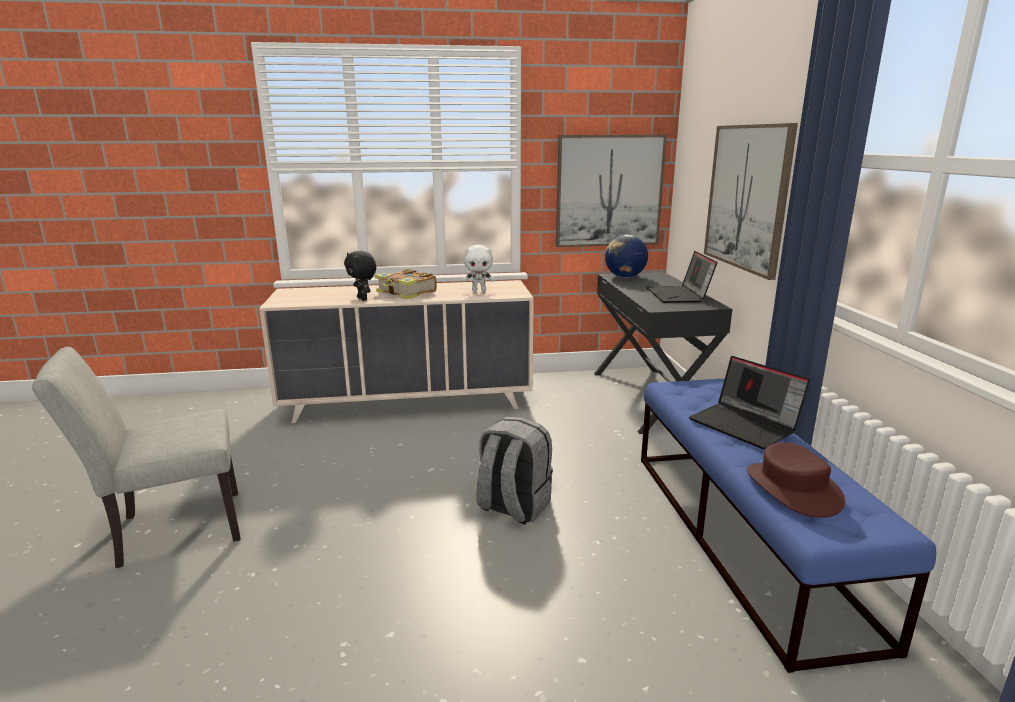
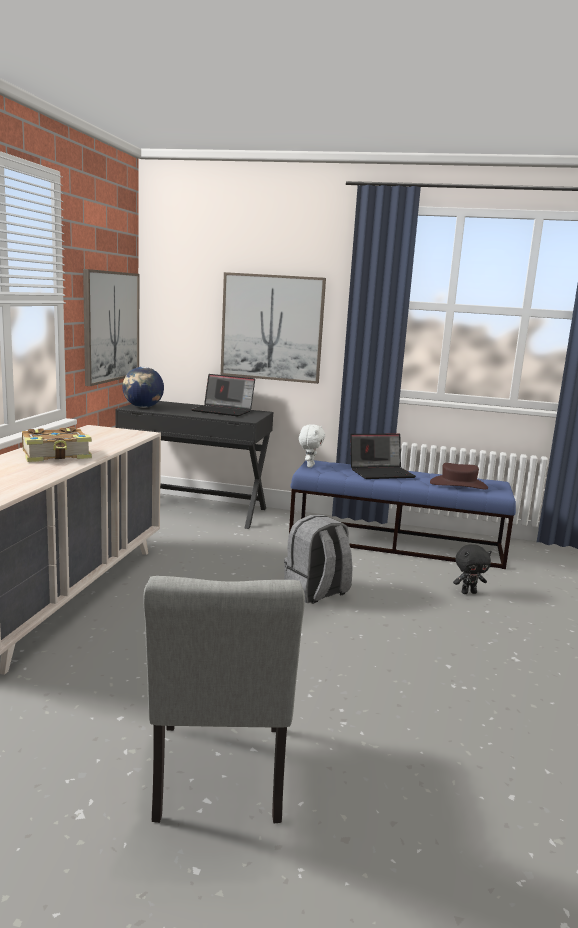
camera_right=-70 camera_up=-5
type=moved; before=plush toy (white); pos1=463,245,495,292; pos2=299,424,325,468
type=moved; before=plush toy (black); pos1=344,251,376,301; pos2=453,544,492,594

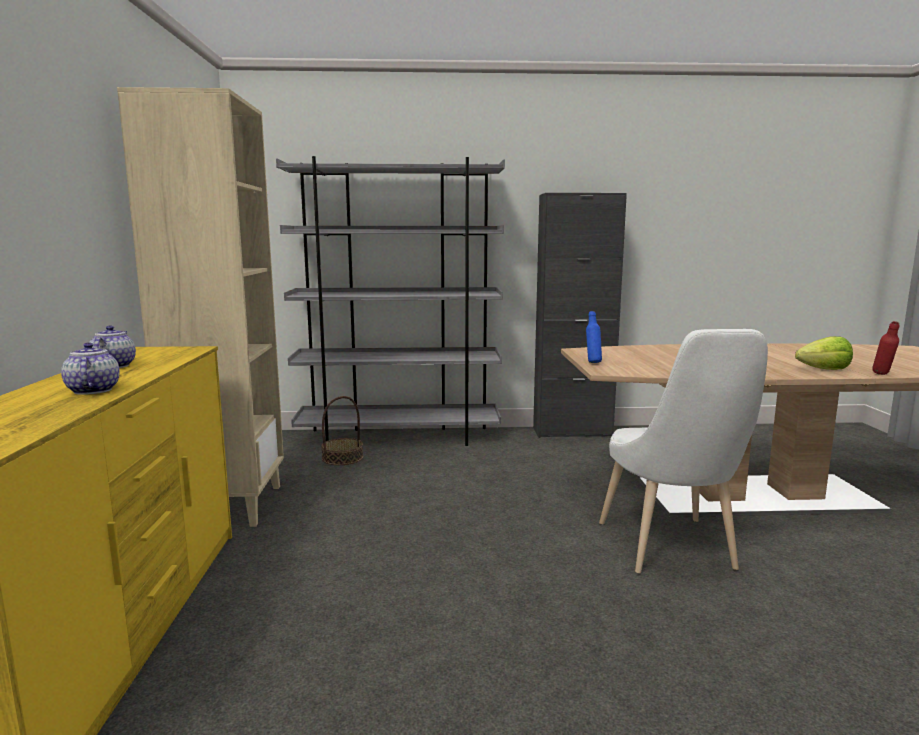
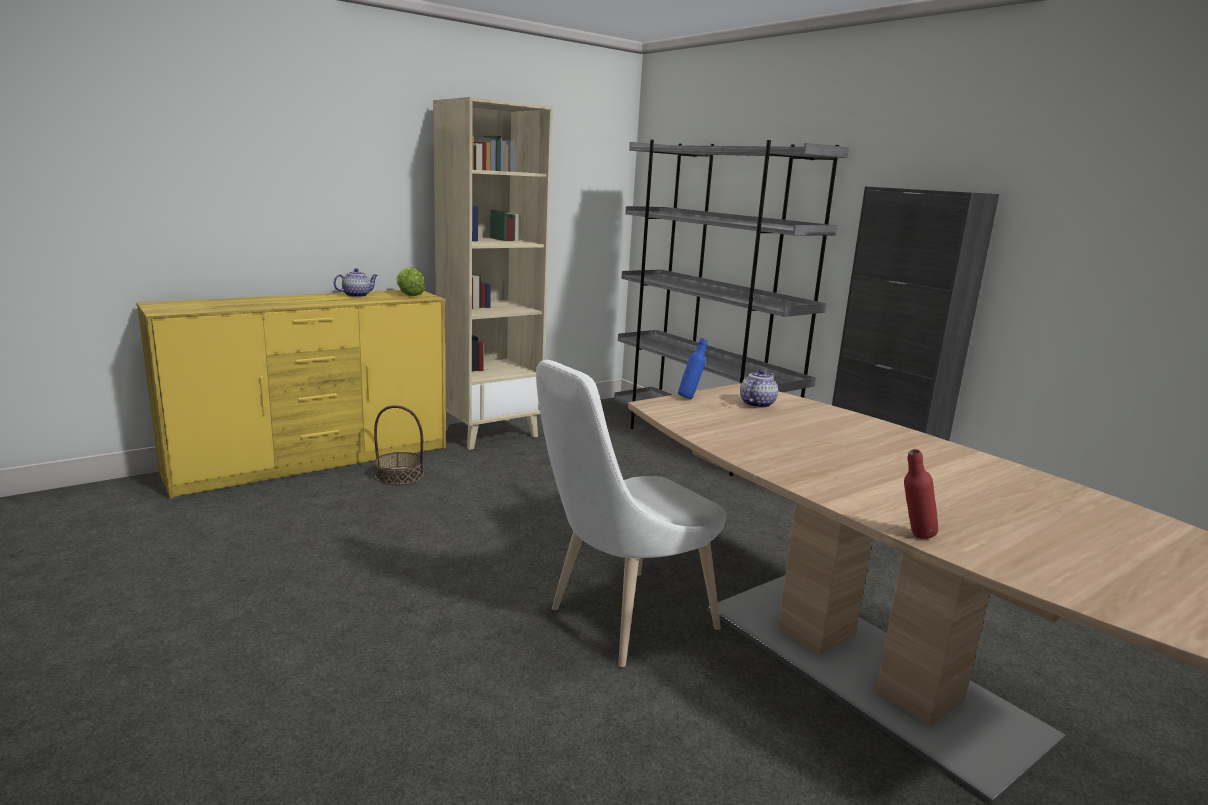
camera_right=55 camera_up=5
type=moved; before=basket; pos1=321,396,363,465; pos2=374,405,424,485
type=moved; before=lettuce; pos1=795,336,853,370; pos2=396,267,425,296
type=moved; before=teapot; pos1=61,343,120,395; pos2=740,369,778,408

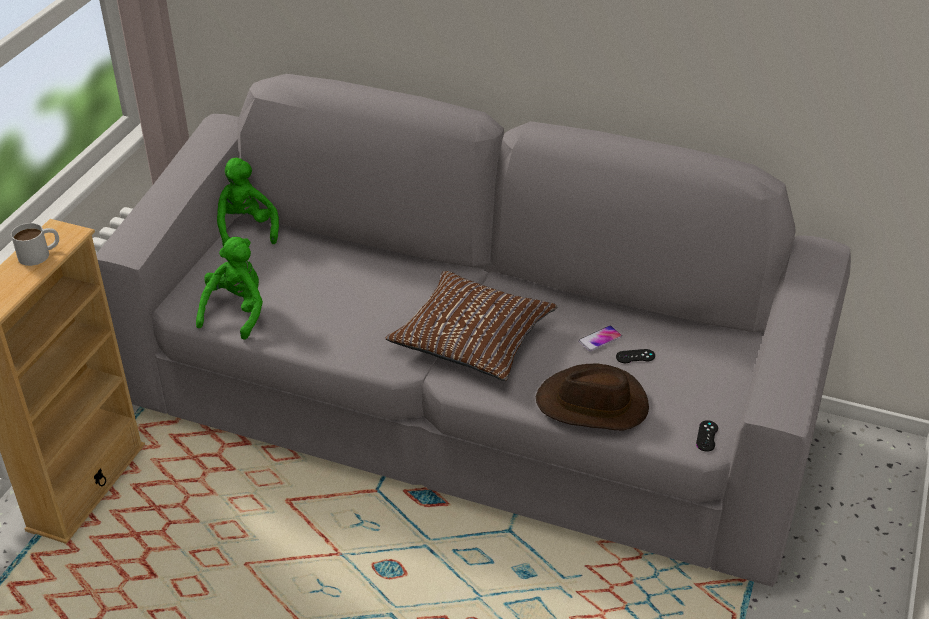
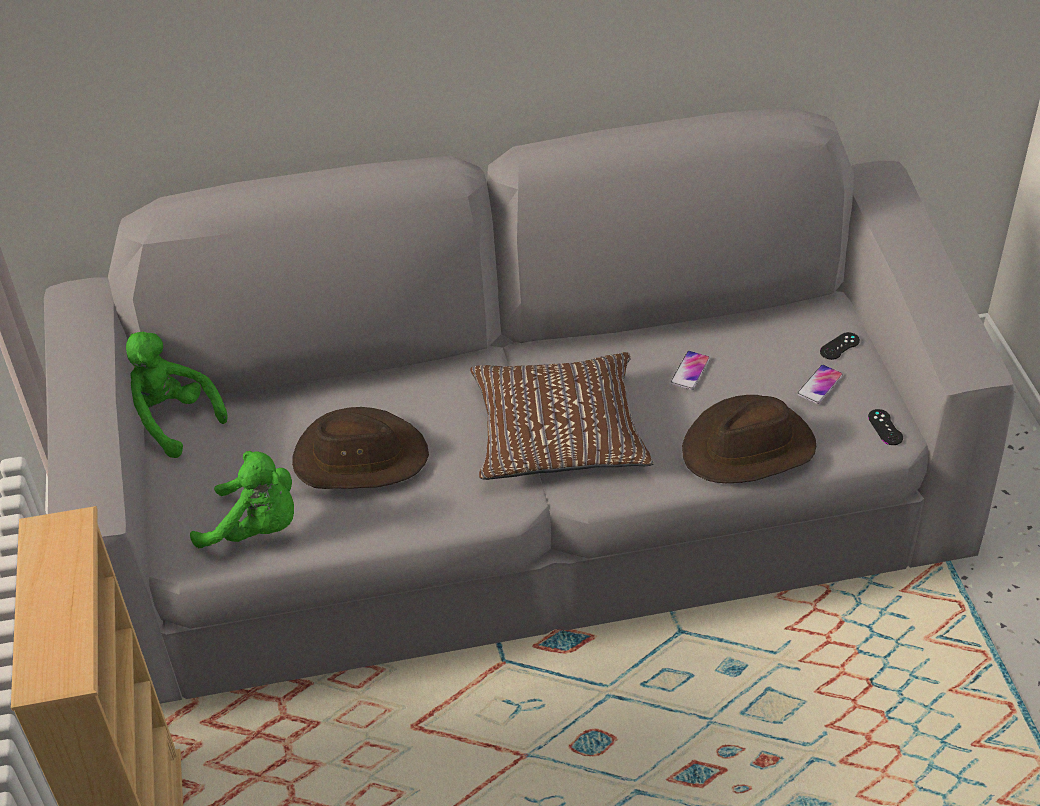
camera_right=-30 camera_up=5
type=turned; before=plush toy (green); pos1=196,237,263,340; pos2=190,451,294,548; turn=120
type=added; after=hat (brown); pos2=292,407,429,489
type=added; after=phone; pos2=797,365,843,404
type=moved; before=game controller (black); pos1=616,349,655,363; pos2=820,332,860,360
type=removed; before=mug (white); pos1=11,223,59,266

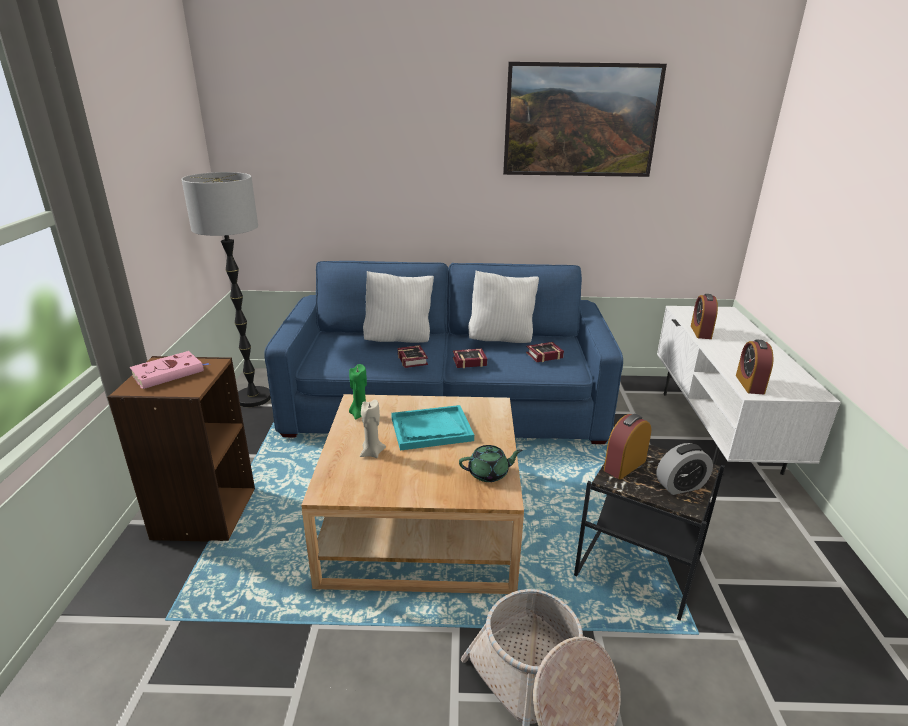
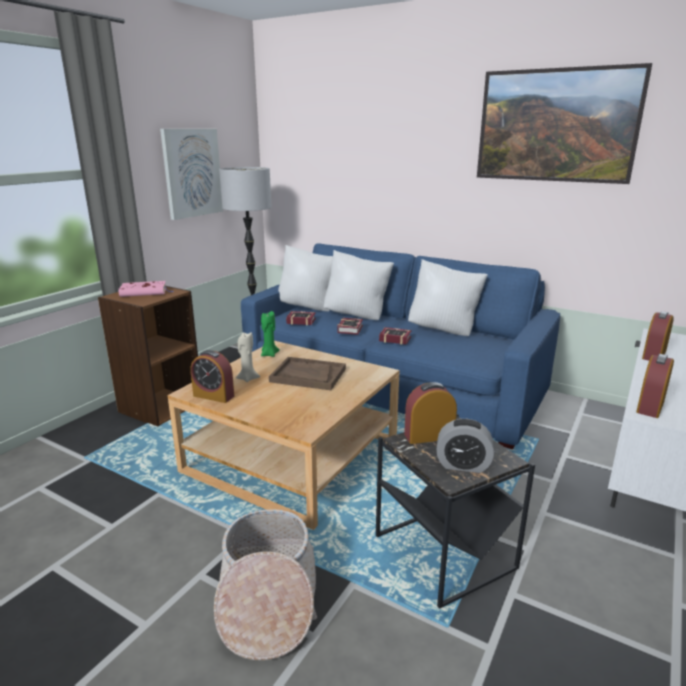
camera_right=30 camera_up=-5
type=added; after=picture; pos2=160,129,223,220
type=added; after=alarm clock; pos2=191,350,234,403
type=recoloured; before=tray (turquoise); after=tray (brown); pos1=391,405,474,451; pos2=269,357,346,390
type=added; after=pillow (white); pos2=278,245,333,312
type=moved; before=book; pos1=526,342,564,362; pos2=286,311,316,325
type=removed; before=teapot (green); pos1=459,445,523,482

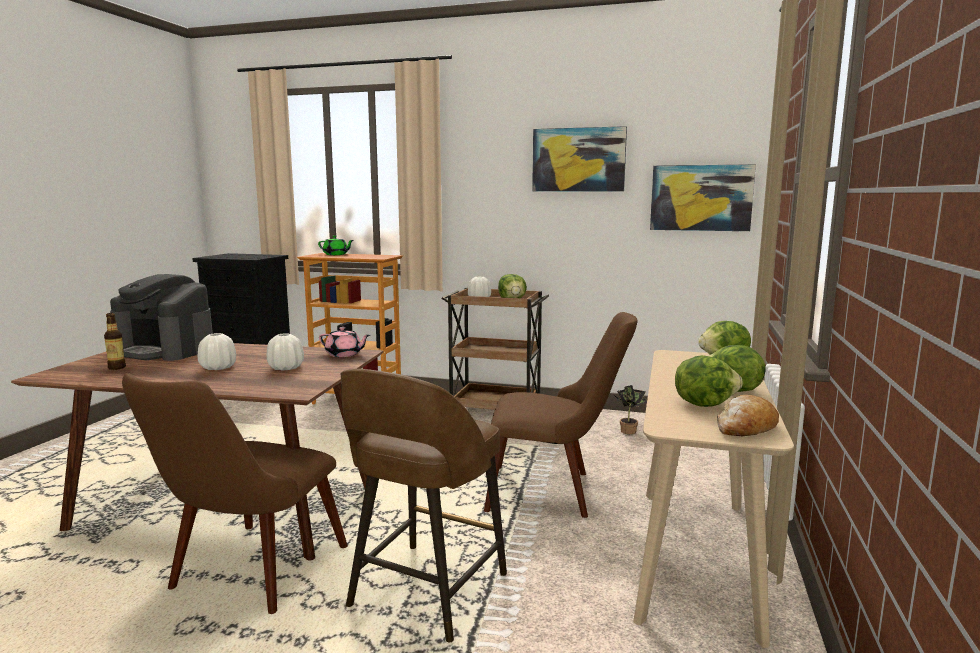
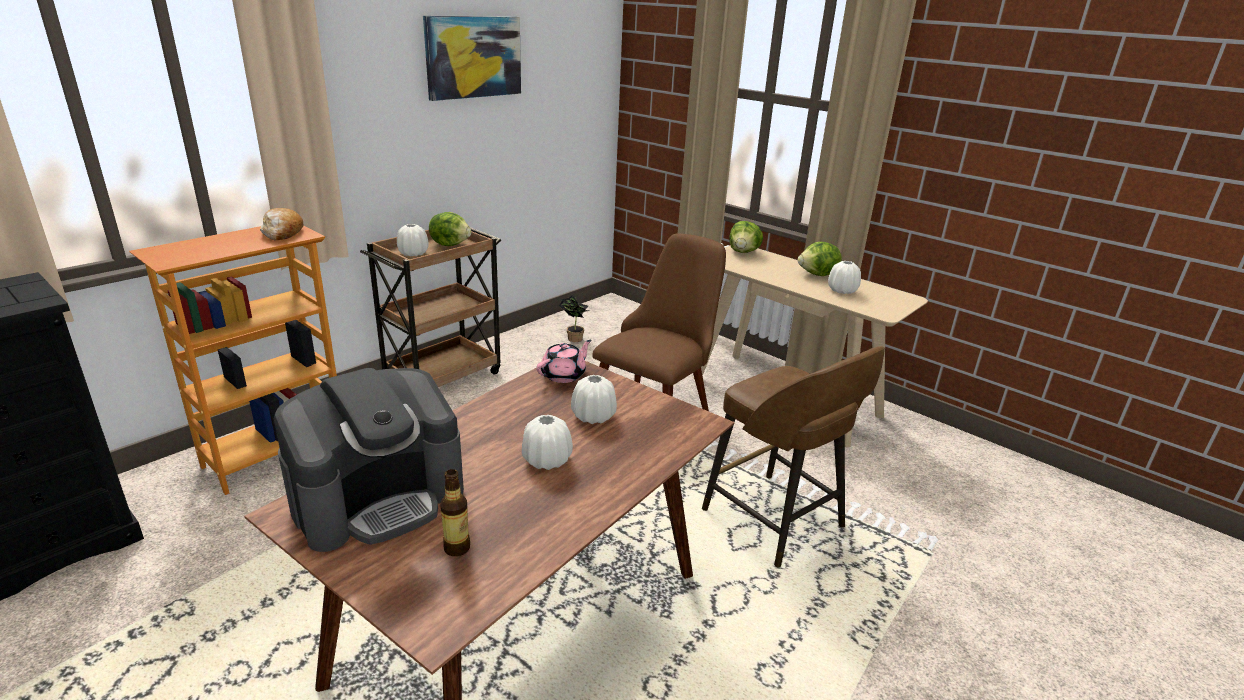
camera_right=-65 camera_up=15
type=moved; before=bread; pos1=717,395,779,436; pos2=260,208,303,241
type=replaced; before=lettuce; after=vase (white); pos1=675,355,743,407; pos2=828,261,861,294
type=removed; before=chair (brown); pos1=122,373,348,614
type=removed; before=teapot (green); pos1=318,235,353,255
type=removed; before=picture; pos1=650,164,756,231

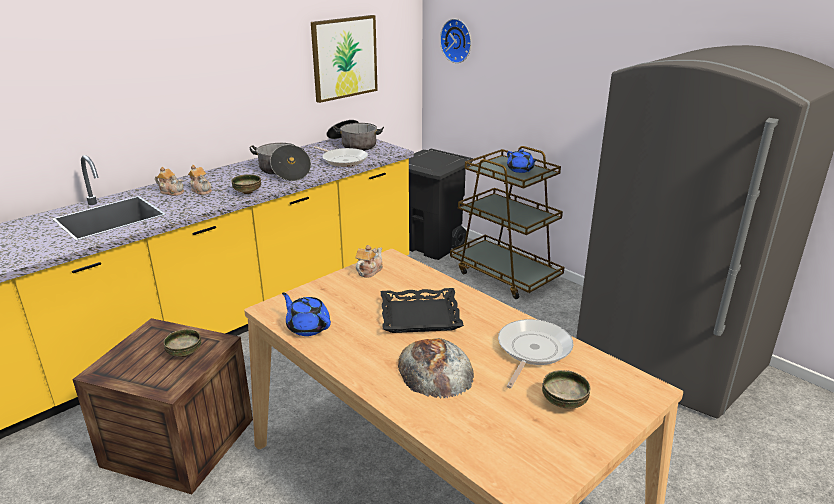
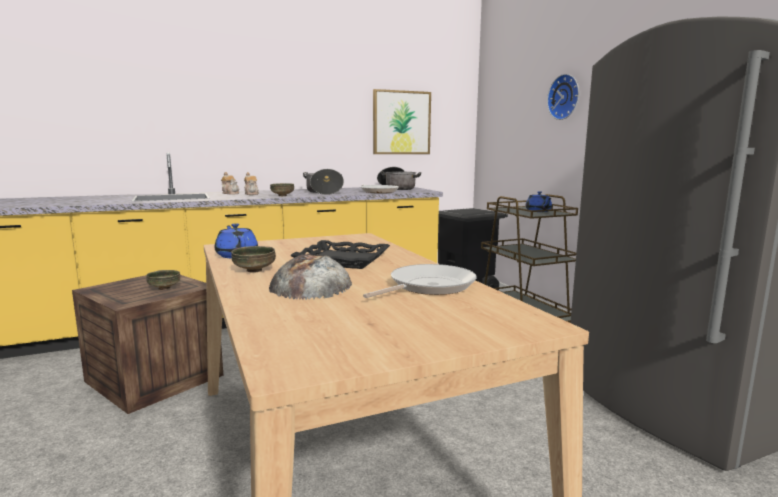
camera_right=20 camera_up=-15
type=moved; before=bowl; pos1=542,370,591,409; pos2=231,246,276,273
type=moved; before=wall clock; pos1=440,19,471,63; pos2=547,74,579,120
type=removed; before=teapot; pos1=356,245,383,278

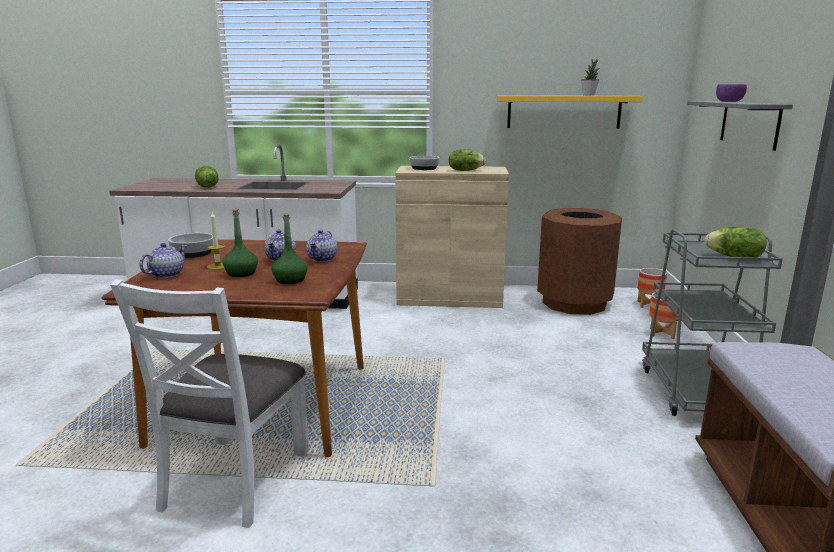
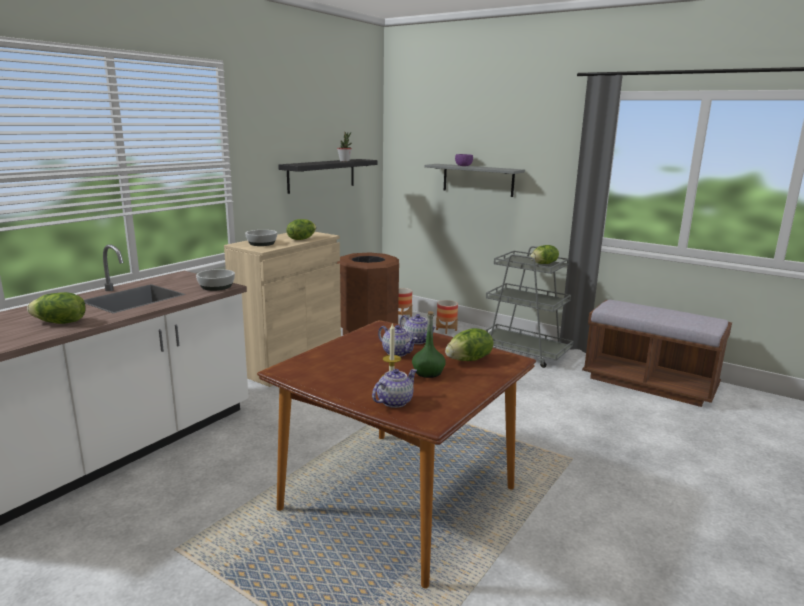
camera_right=-60 camera_up=0
type=moved; before=bowl; pos1=168,233,213,258; pos2=196,269,235,291
type=recoloured; before=shelf (yellow); after=shelf (black); pos1=497,96,643,129; pos2=278,159,377,194
type=turned; before=teapot; pos1=140,243,187,278; pos2=372,369,417,408; turn=75
type=replaced; before=bottle (green); after=lettuce; pos1=272,213,308,284; pos2=445,328,494,361
type=removed; before=chair (white); pos1=110,279,309,528

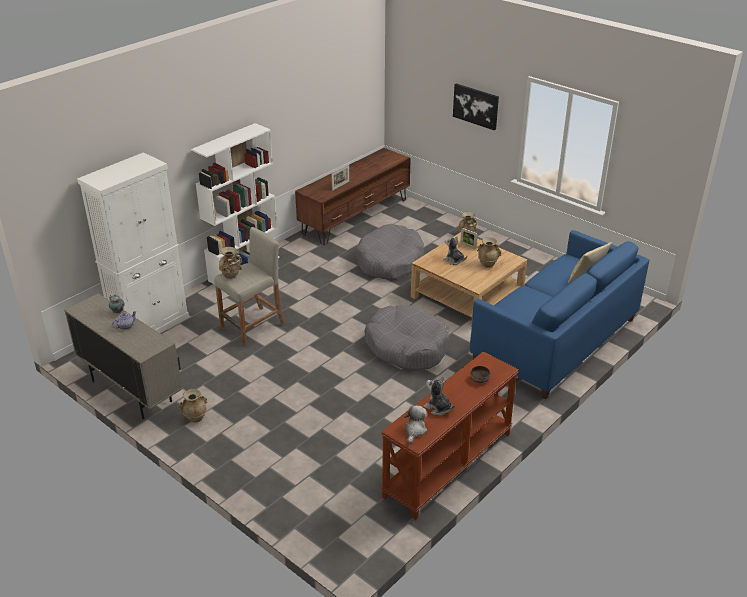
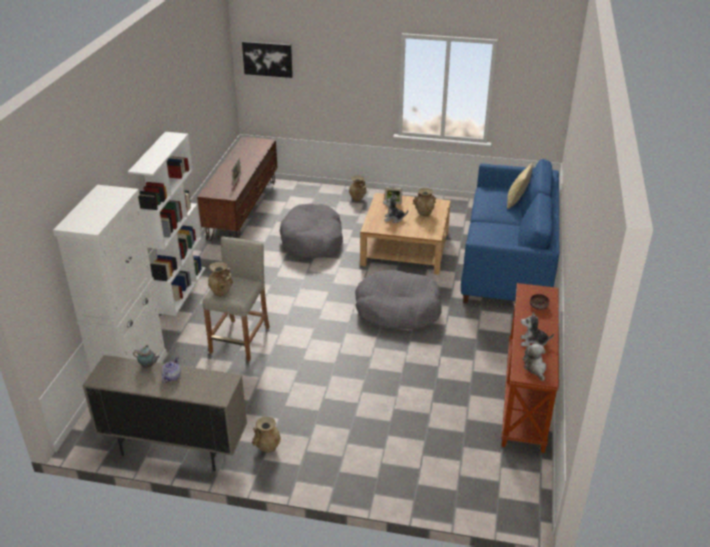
camera_right=-30 camera_up=0
type=moved; before=picture; pos1=453,83,499,130; pos2=242,41,293,78

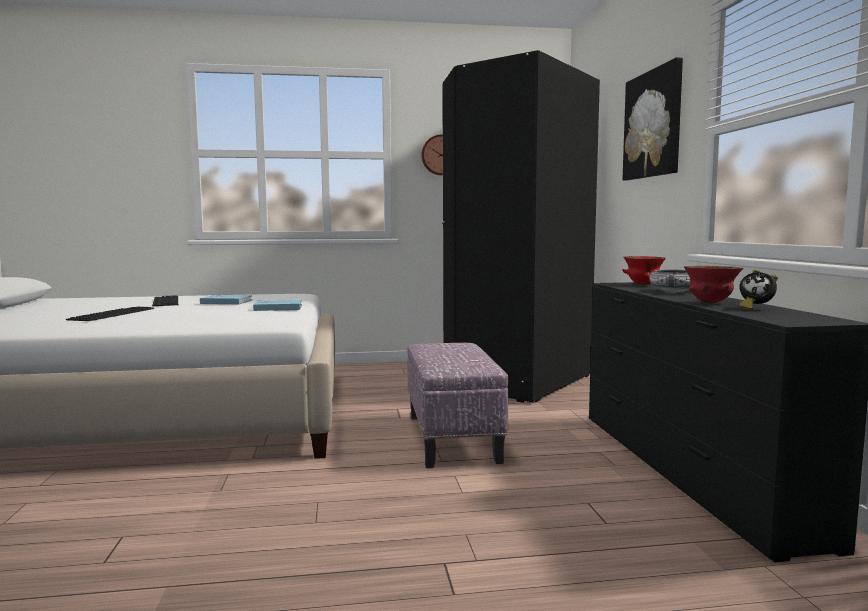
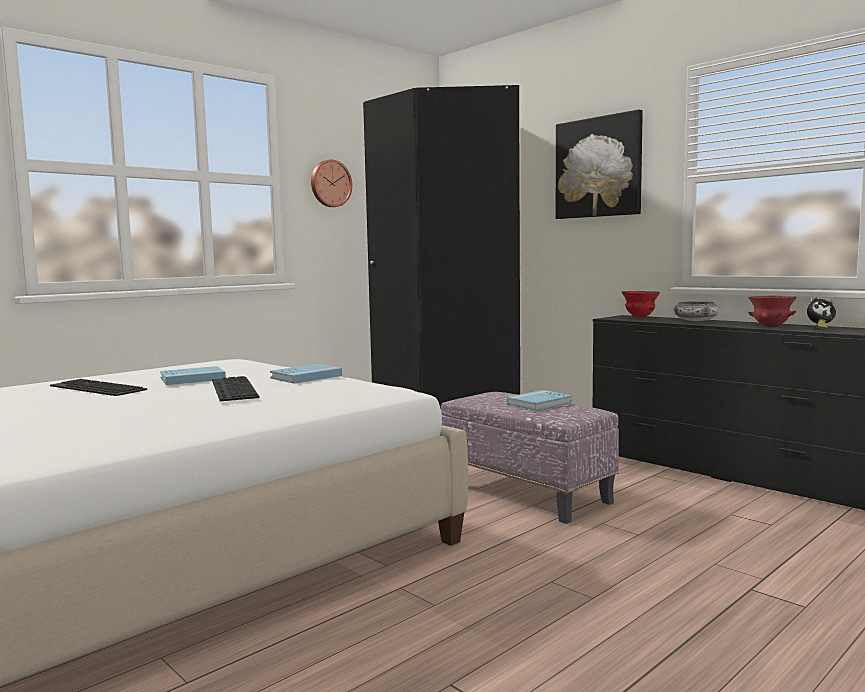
camera_right=-35 camera_up=0
type=moved; before=keyboard; pos1=66,307,154,321; pos2=212,376,260,401
type=added; after=book (blue); pos2=507,390,572,410

